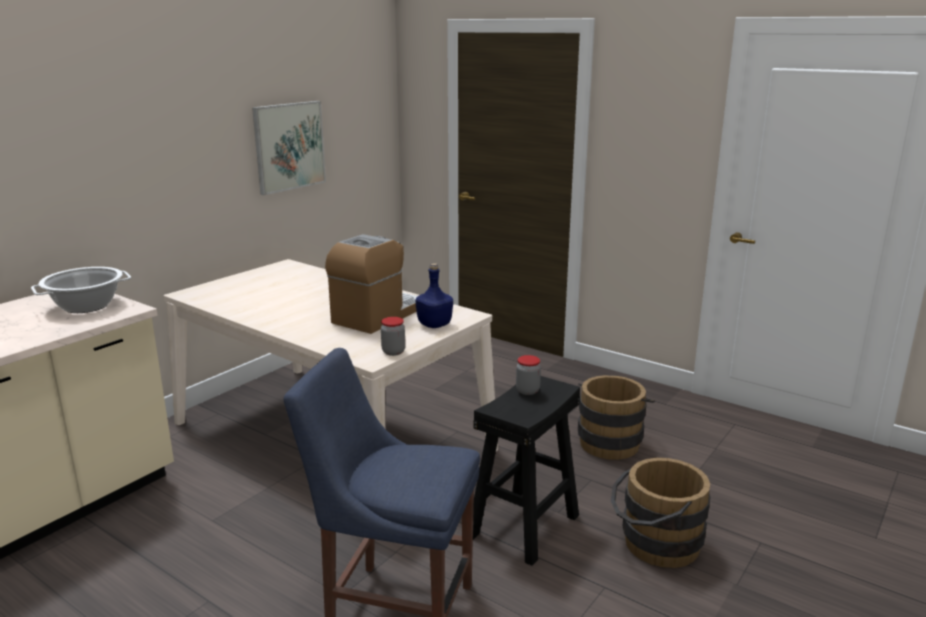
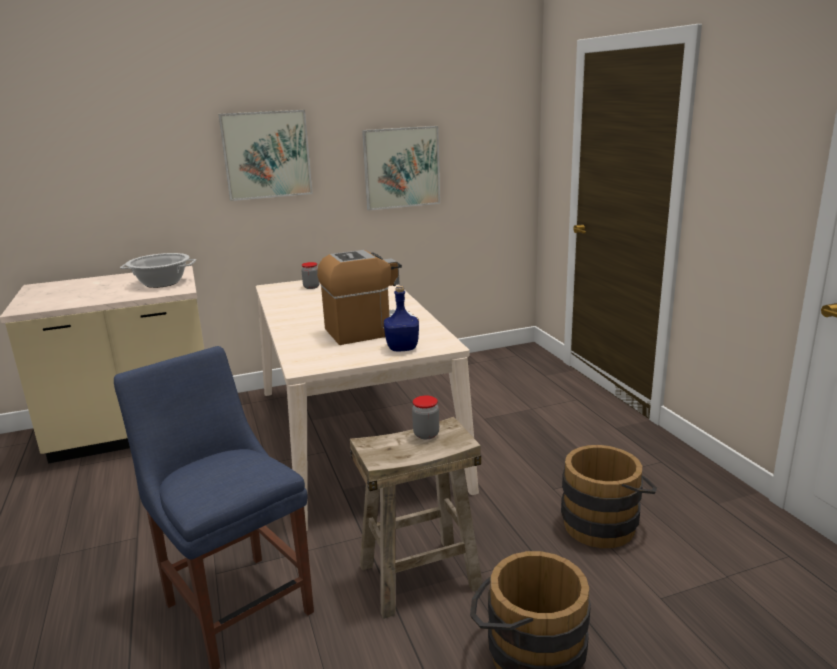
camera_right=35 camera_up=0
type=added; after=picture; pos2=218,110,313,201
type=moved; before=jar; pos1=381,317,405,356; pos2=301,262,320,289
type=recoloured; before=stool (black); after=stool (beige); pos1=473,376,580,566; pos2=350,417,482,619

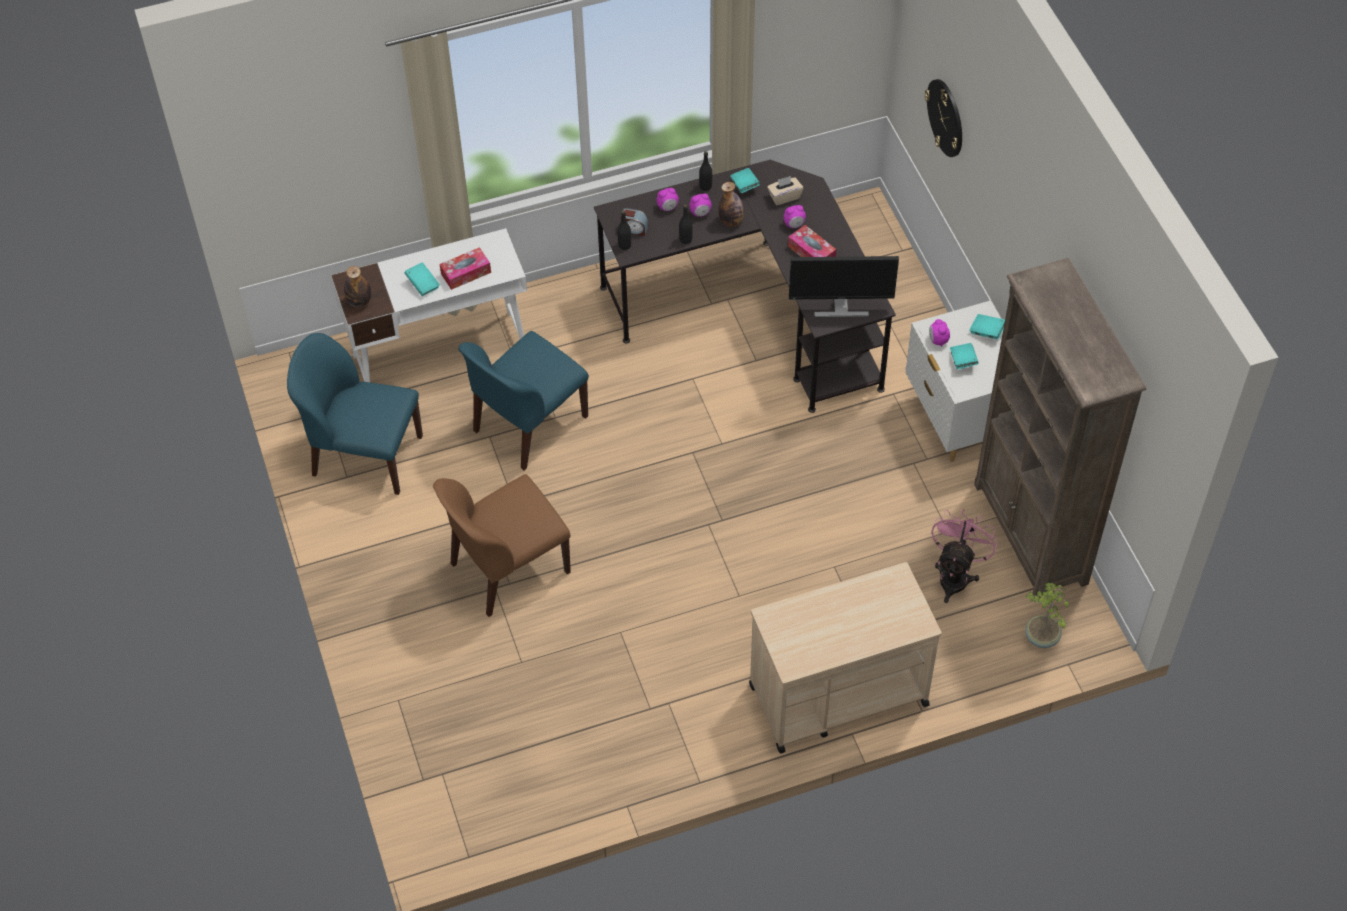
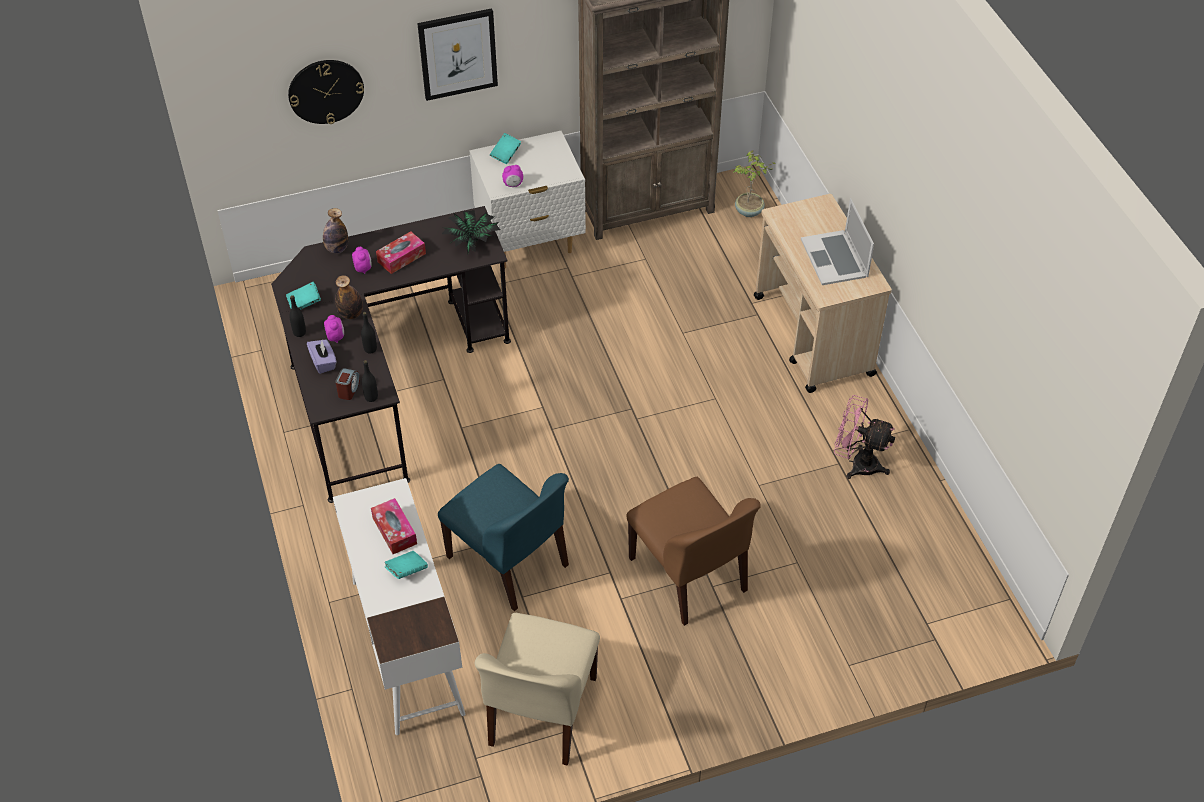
camera_right=-90 camera_up=-5
type=replaced; before=alarm clock; after=tissue box (purple); pos1=657,188,679,211; pos2=307,340,337,374
type=moved; before=bottle; pos1=344,266,371,307; pos2=323,208,348,253
type=added; after=picture; pos2=417,8,498,101
type=replaced; before=monitor; after=potted plant; pos1=789,256,899,317; pos2=442,210,500,254
type=recoloured; before=chair (blue); after=chair (beige); pos1=287,333,423,495; pos2=475,613,600,766
type=added; after=laptop; pos2=801,198,874,285
type=moved; before=fan (pink); pos1=931,509,999,603; pos2=834,395,895,479
type=removed; before=tissue box (beige); pos1=767,176,803,205
type=removed; before=book (turquoise); pos1=950,343,979,370

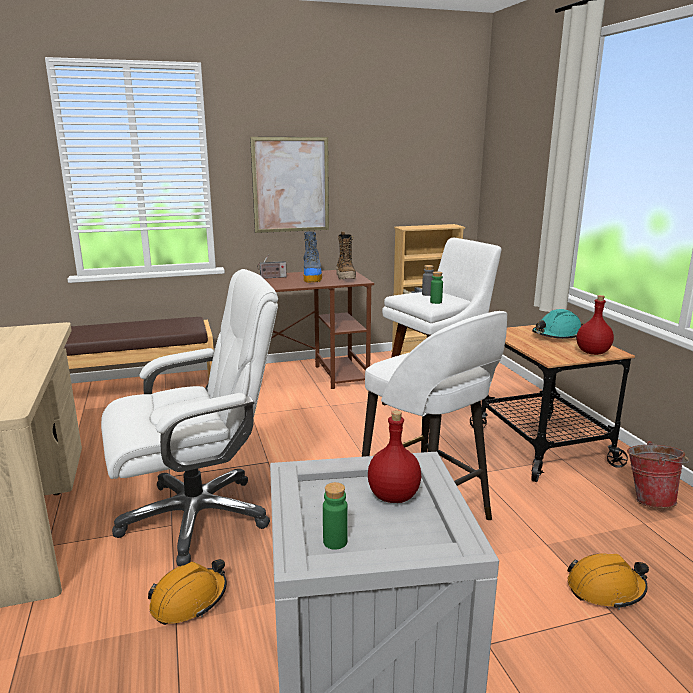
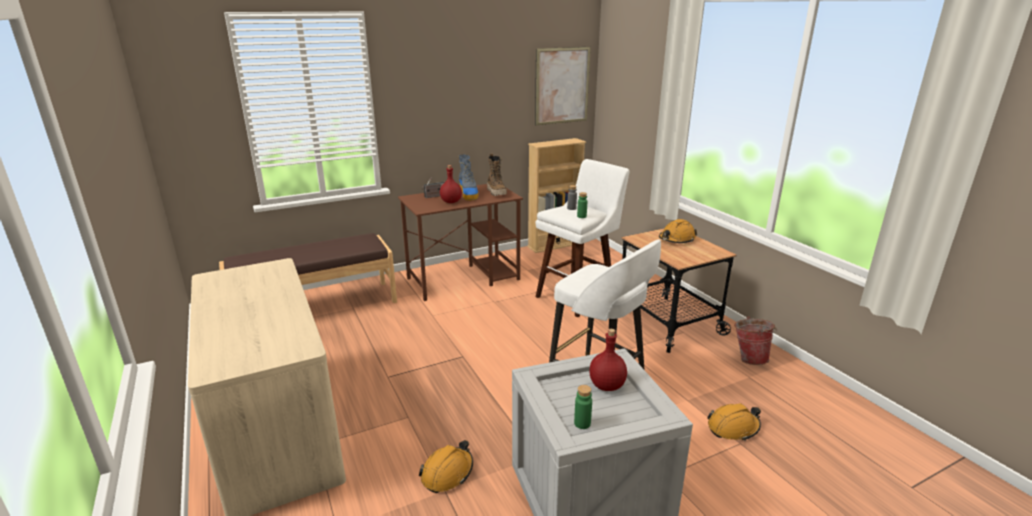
camera_right=-10 camera_up=5
type=moved; before=bottle (red); pos1=576,295,614,355; pos2=440,165,462,203
type=moved; before=picture; pos1=250,137,329,233; pos2=535,47,591,126
type=recoloured; before=hard hat (turquoise); after=hard hat (orange); pos1=532,309,584,339; pos2=659,219,697,243
type=removed; before=office chair (white); pos1=101,269,278,566

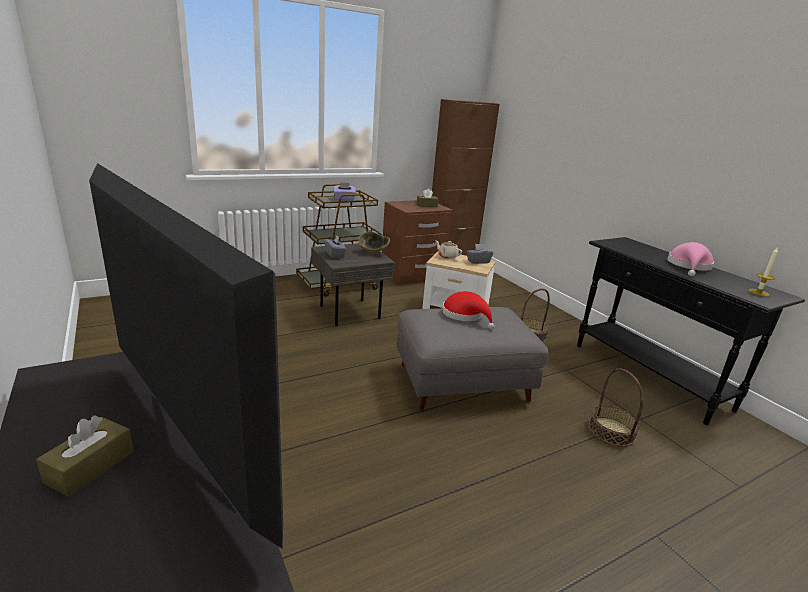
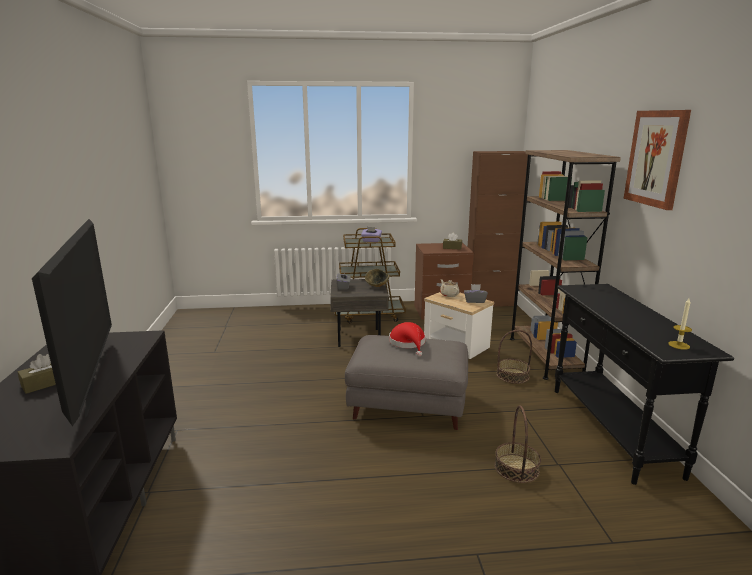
camera_right=25 camera_up=-5
type=added; after=bookcase (brown); pos2=510,150,621,380
type=added; after=picture; pos2=623,110,691,210
type=removed; before=hat (pink); pos1=667,242,714,276

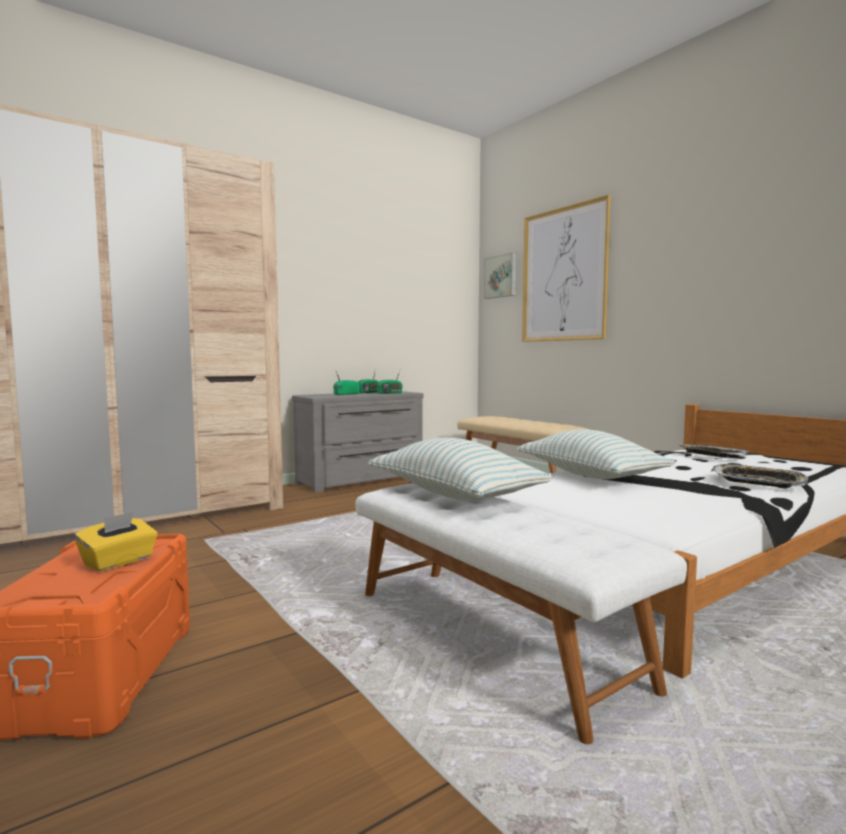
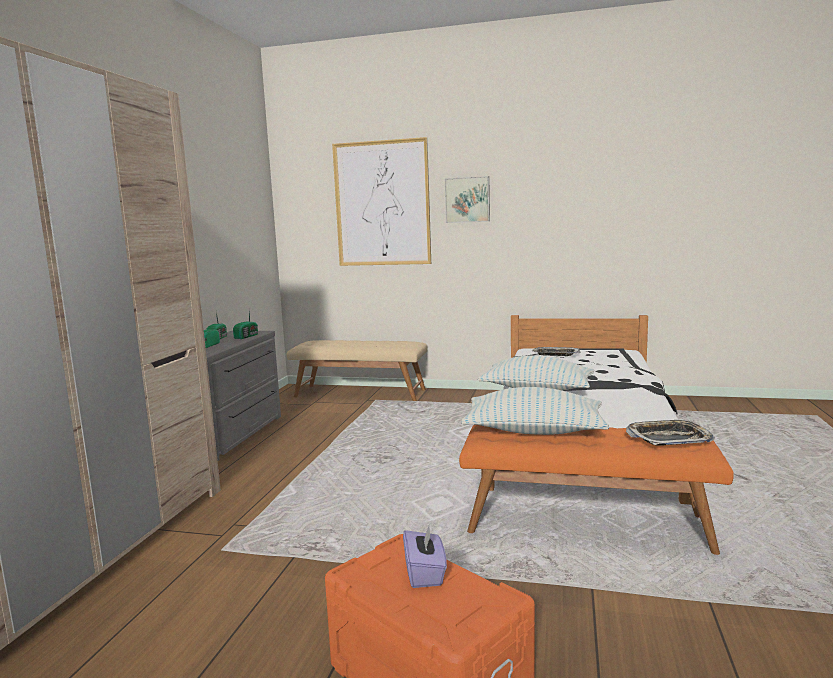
camera_right=-40 camera_up=5
type=recoloured; before=tissue box (yellow); after=tissue box (purple); pos1=74,512,158,572; pos2=403,526,447,588
type=moved; before=picture; pos1=484,253,516,299; pos2=445,176,490,223
type=recoloured; before=bench (white); after=bench (orange); pos1=355,484,687,744; pos2=459,425,734,555
type=moved; before=tray; pos1=711,464,808,488; pos2=626,419,715,446

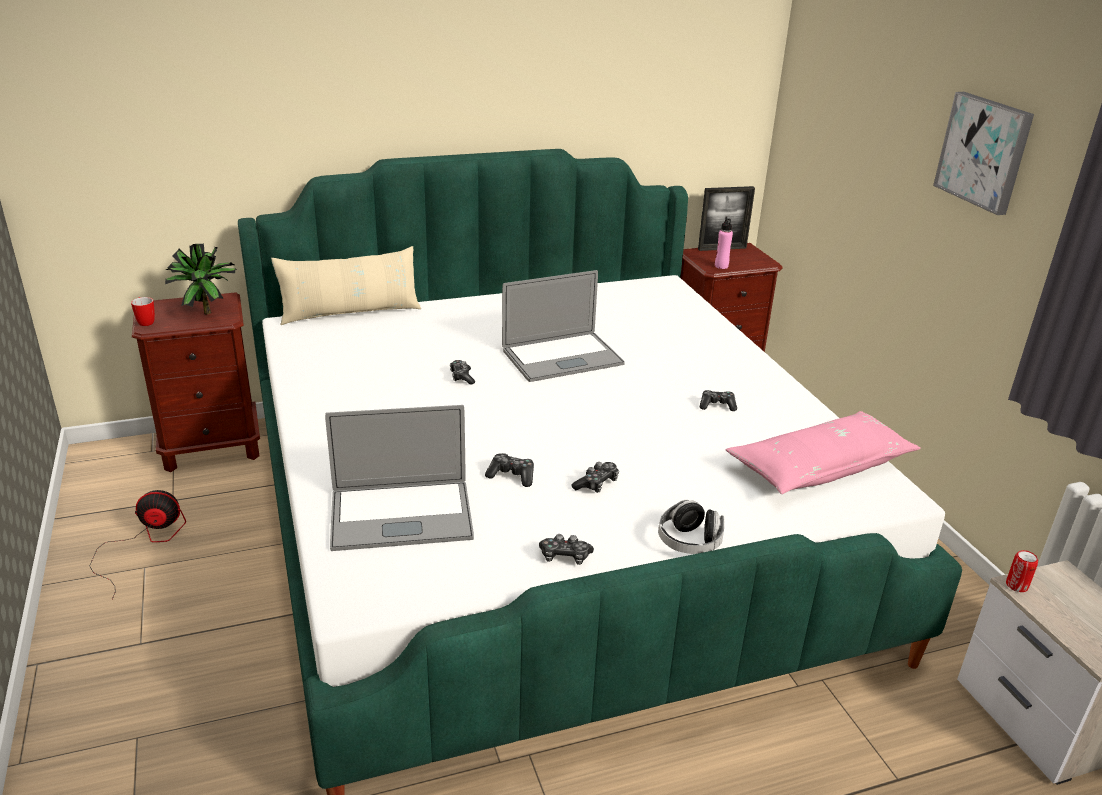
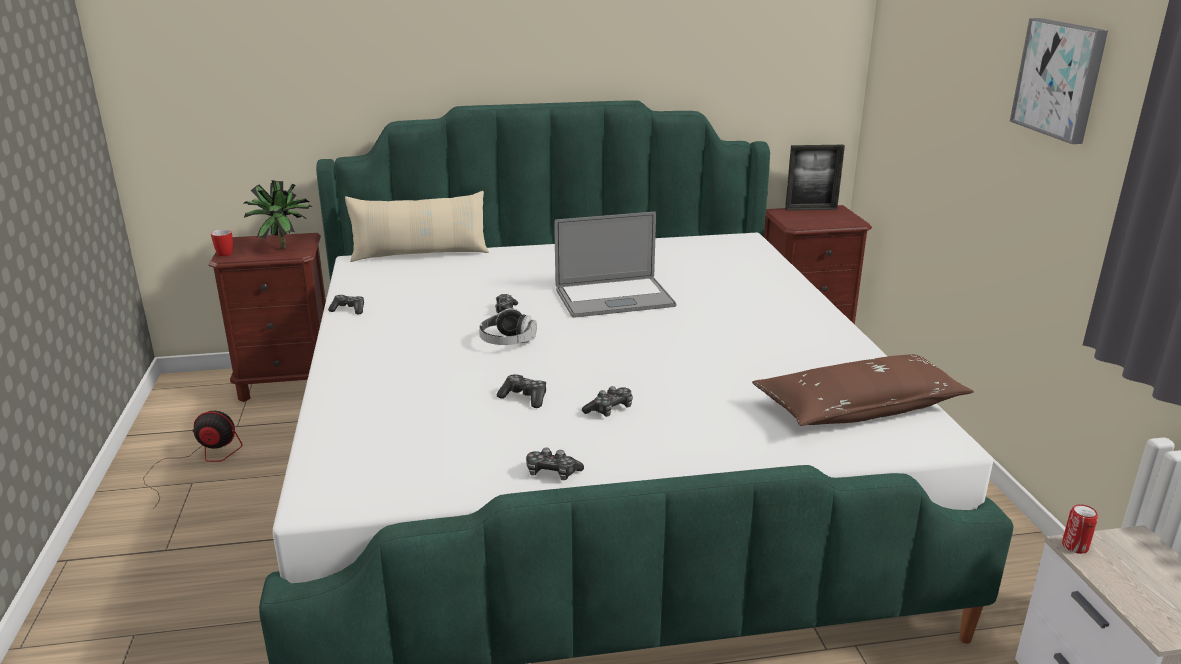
camera_right=10 camera_up=-5
type=moved; before=game controller; pos1=700,390,737,411; pos2=328,295,364,314
type=moved; before=headphones; pos1=658,500,724,554; pos2=479,308,537,345
type=recoloured; before=pillow (pink); after=pillow (brown); pos1=726,411,921,494; pos2=752,354,974,426
type=removed; before=laptop; pos1=325,405,474,551
type=removed; before=bottle (pink); pos1=715,216,733,269

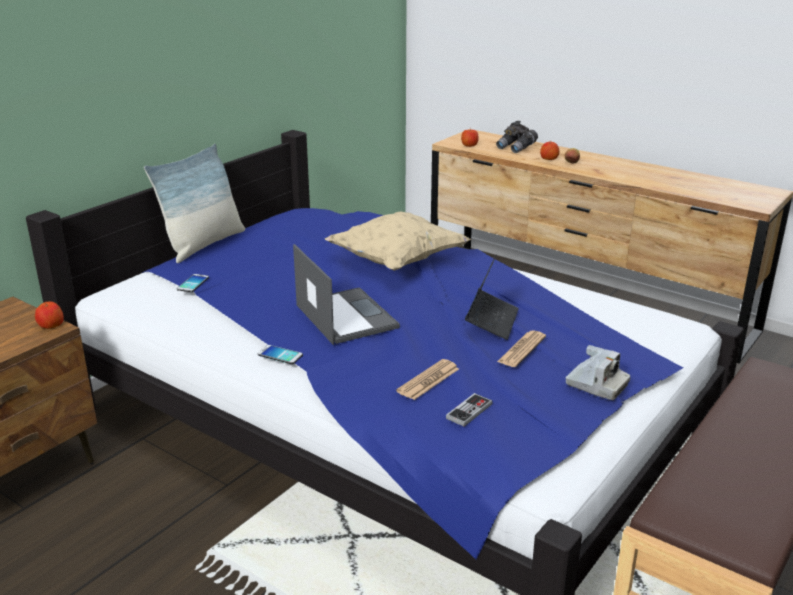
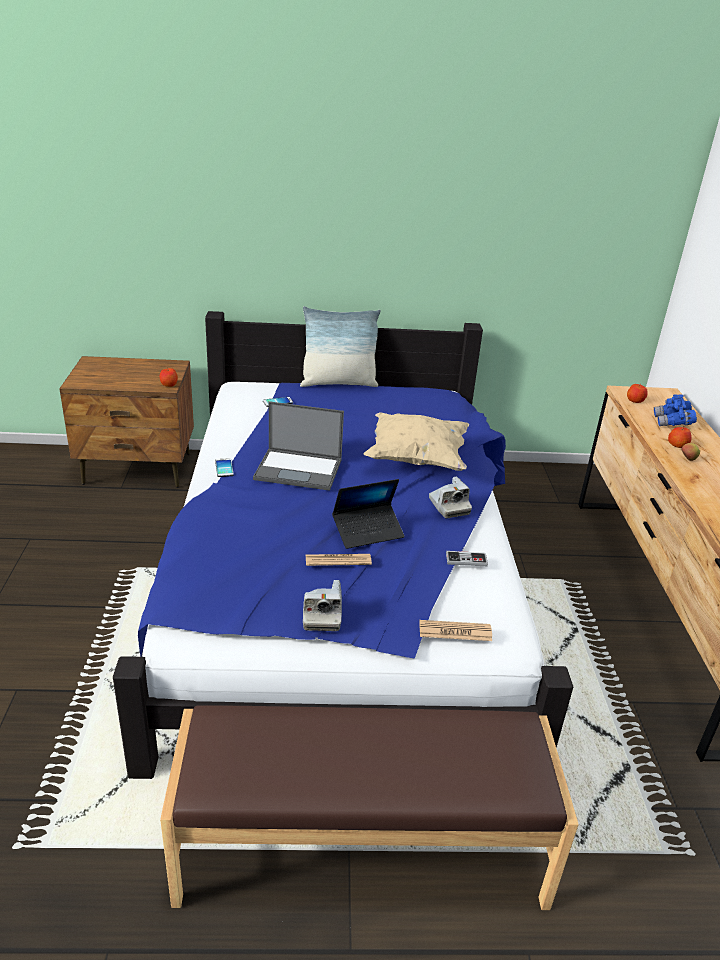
camera_right=50 camera_up=5
type=turned; before=laptop; pos1=293,244,400,345; pos2=253,401,344,491; turn=75
type=moved; before=newspaper; pos1=396,359,459,400; pos2=419,620,492,641
type=added; after=photo camera; pos2=429,476,472,518
type=moved; before=game controller; pos1=446,393,492,427; pos2=446,551,488,566
type=recoloured; before=binoculars (grey); after=binoculars (blue); pos1=496,121,538,153; pos2=654,394,697,426

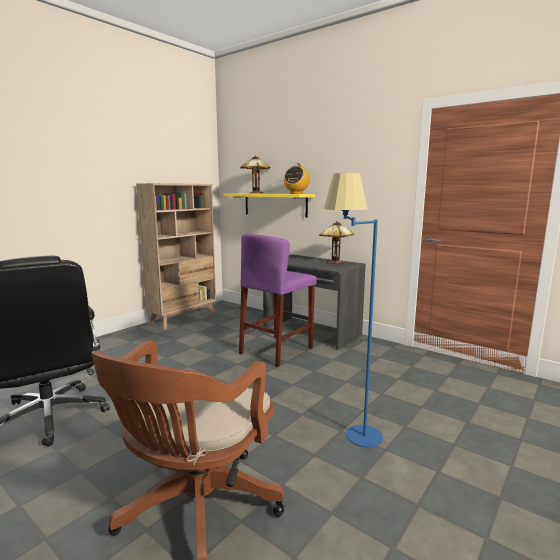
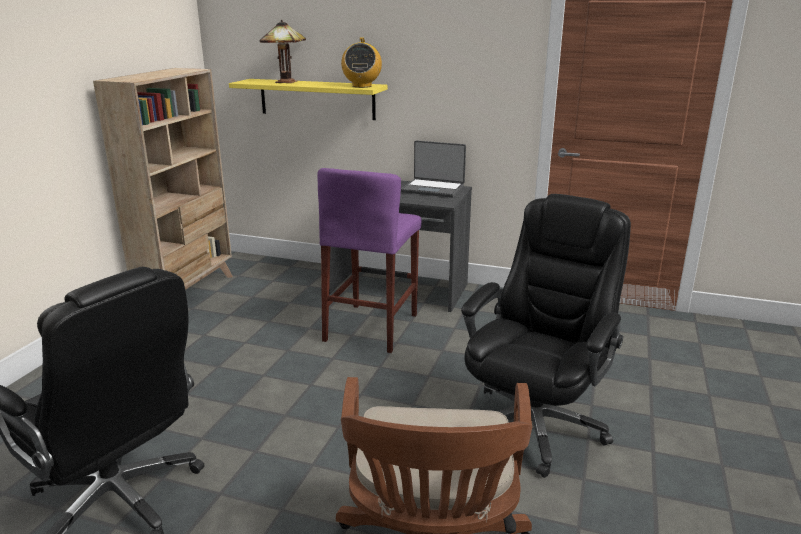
camera_right=-20 camera_up=10
type=replaced; before=table lamp; after=laptop; pos1=319,221,354,264; pos2=401,140,466,198
type=replaced; before=floor lamp (blue); after=office chair (black); pos1=324,173,383,448; pos2=461,194,631,478

